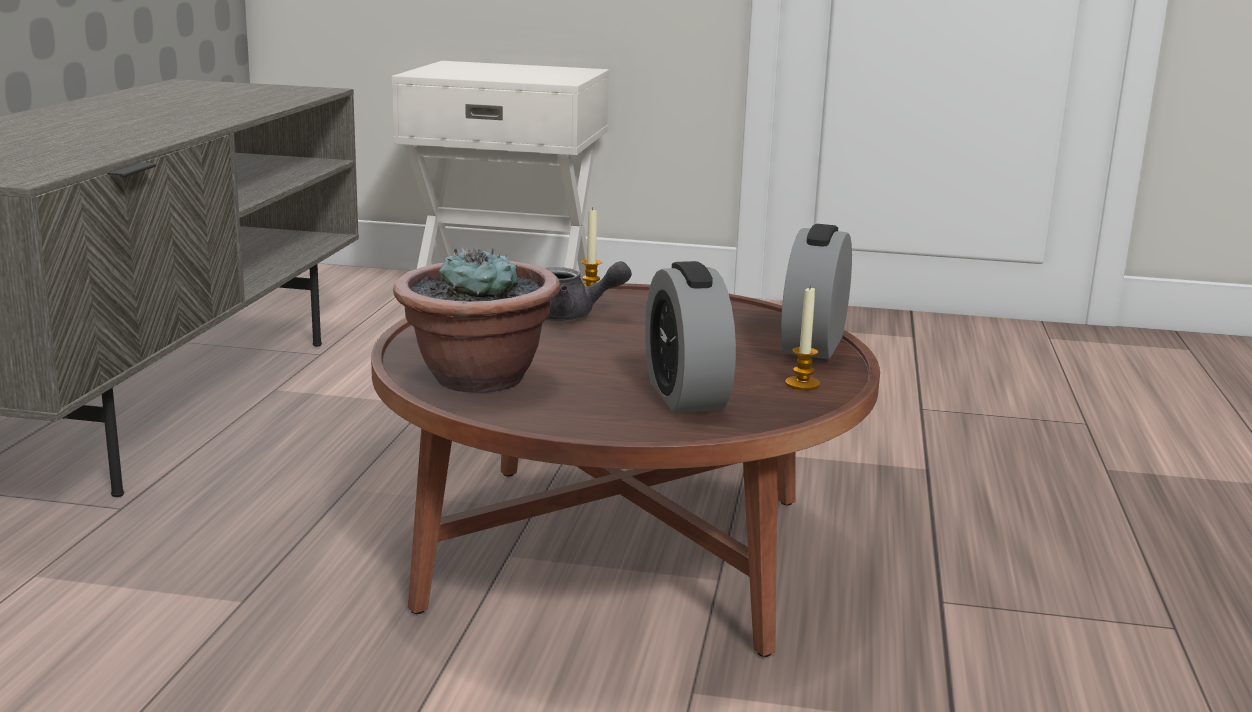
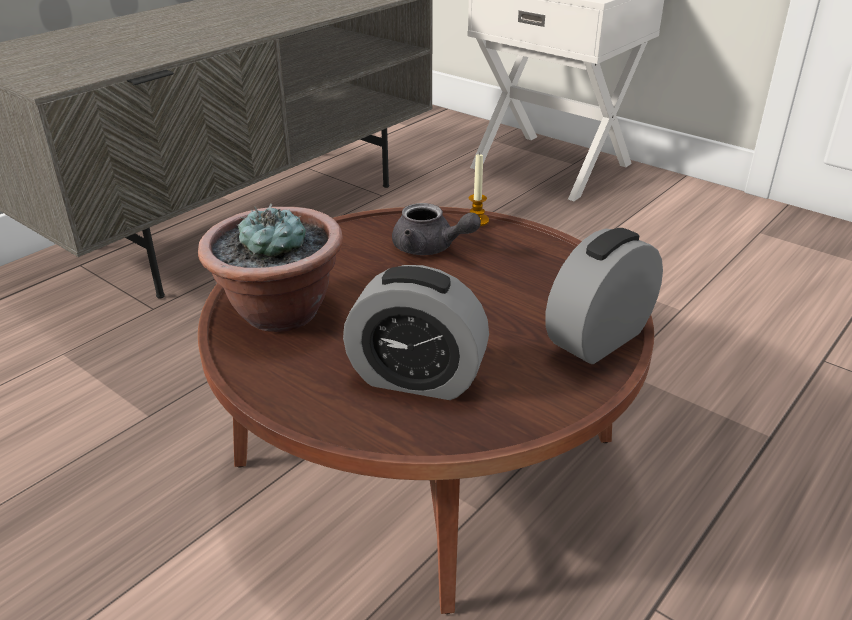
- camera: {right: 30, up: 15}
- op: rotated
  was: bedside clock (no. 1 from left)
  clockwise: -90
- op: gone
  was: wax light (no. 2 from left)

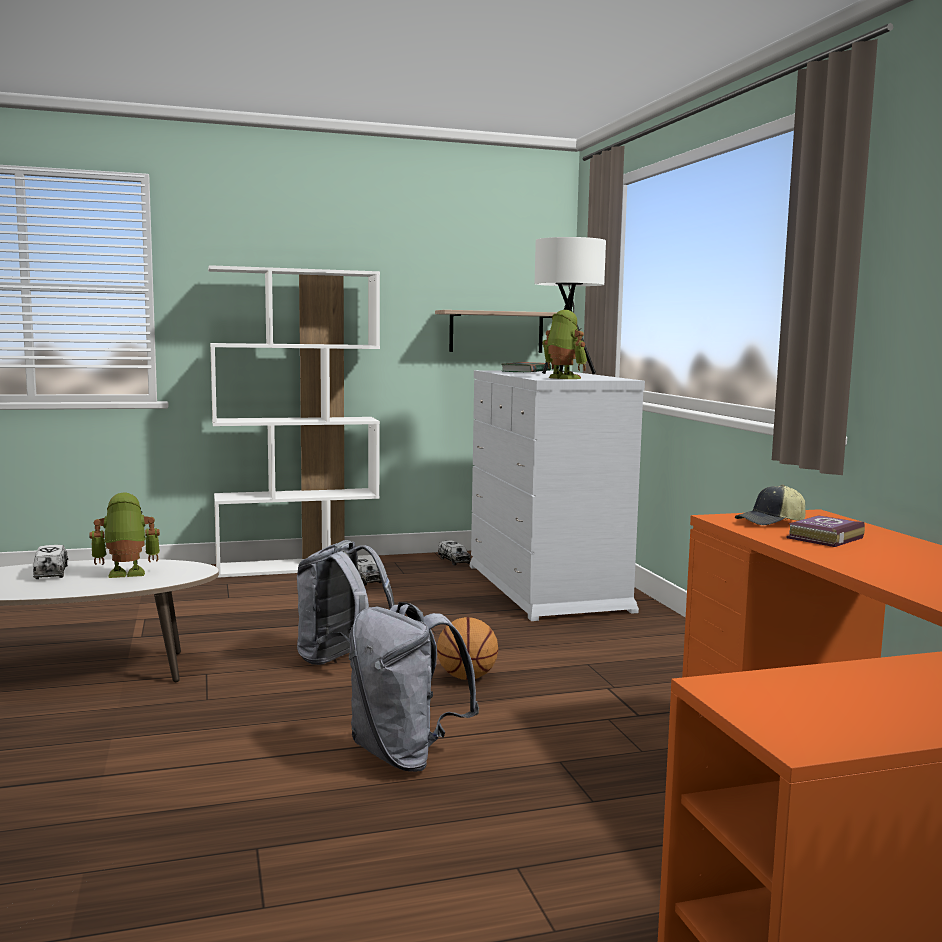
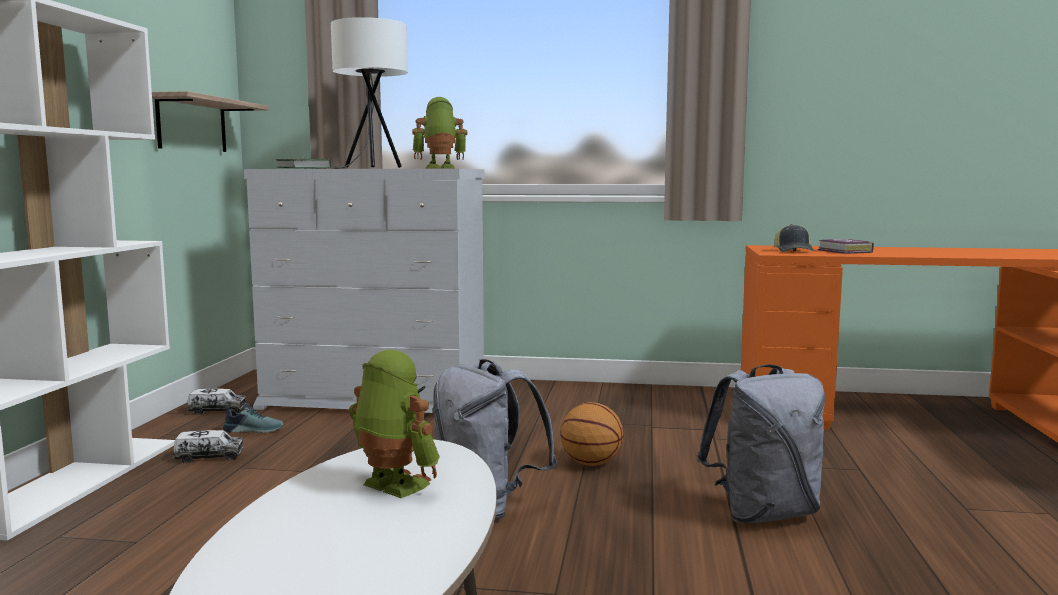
- camera: {right: -65, up: 0}
- op: gone
  was: toy truck (no. 1 from left)
- op: rotated
  was: robot figure (no. 1 from left)
  clockwise: 120
- op: new
  now: low shoe

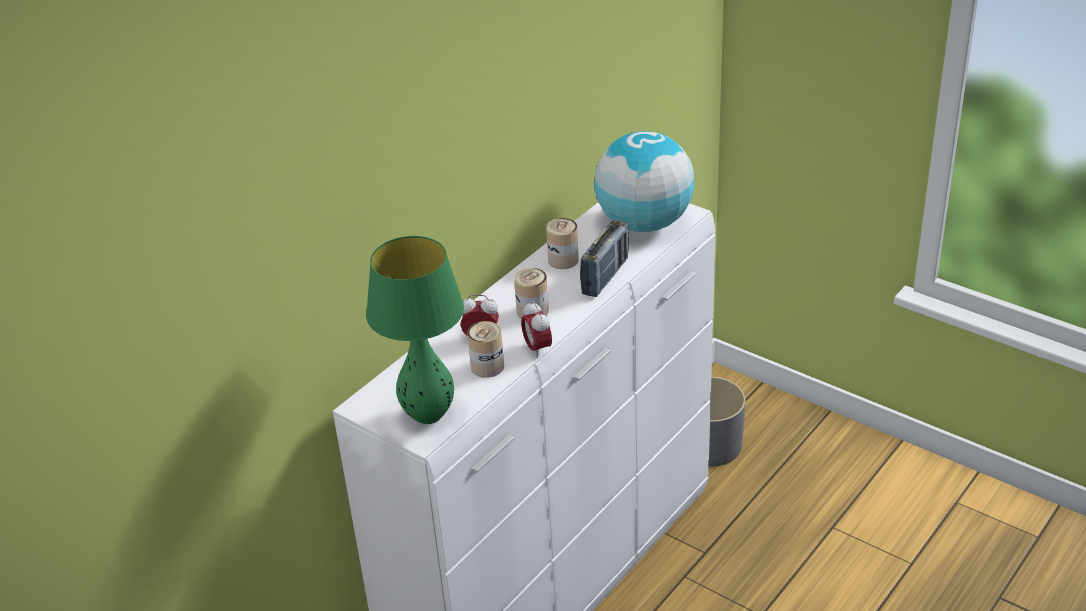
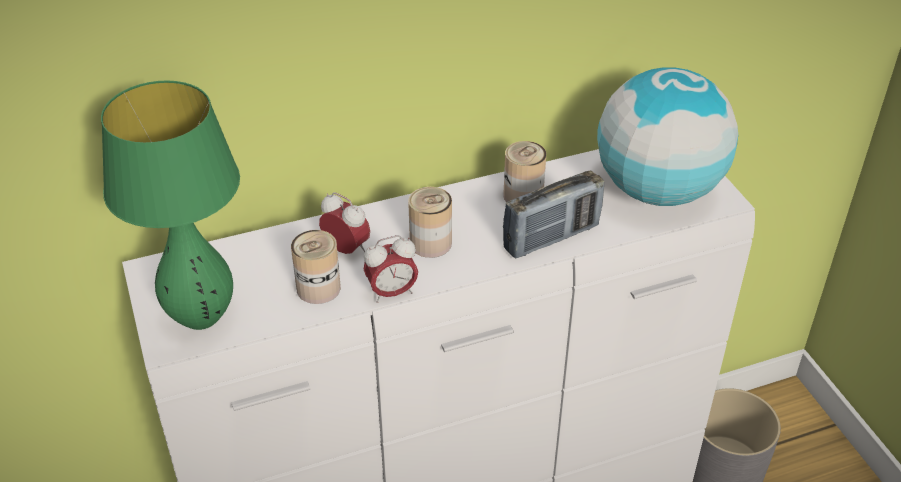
- camera: {right: 30, up: 5}
- op: rotated
  was: bedside clock (no. 2 from left)
  clockwise: -120

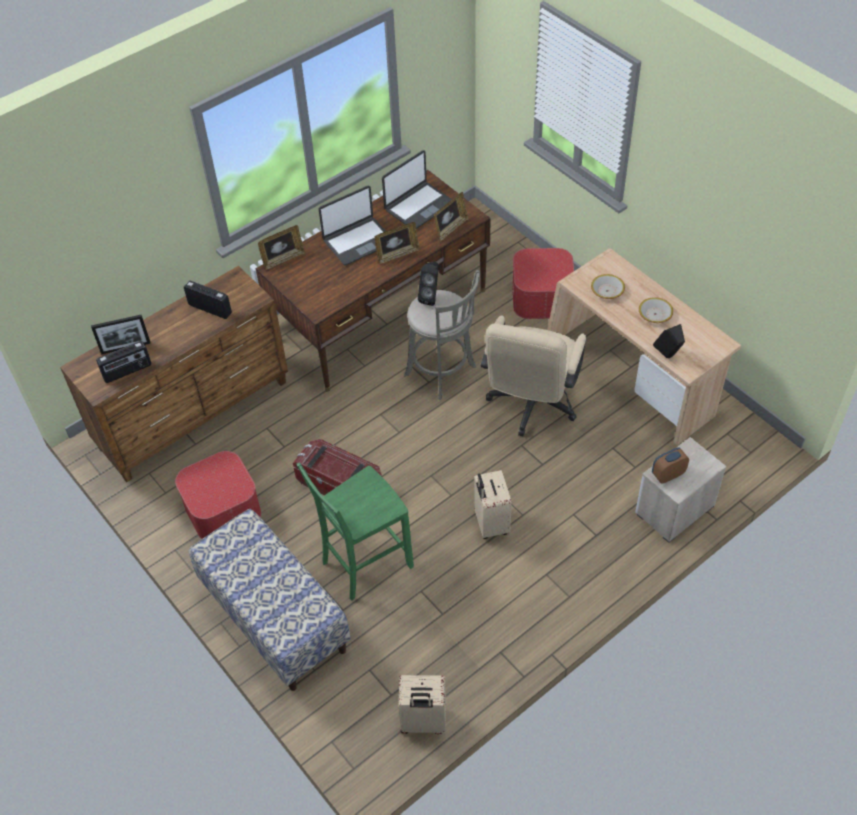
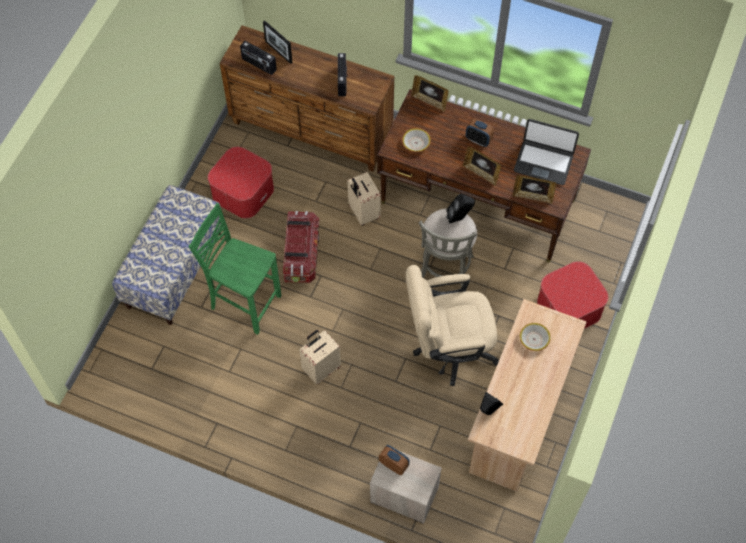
- camera: {right: 60, up: 10}
- op: swapped
  was: notebook computer (no. 1 from left)
  now: bedside clock (no. 2 from left)
- op: shifted
  was: piece of luggage in sand-coloured (no. 1 from left in the first image)
  now: piece of luggage in sand-coloured (no. 2 from left)
- op: shifted
  was: bowl (no. 2 from left in the first image)
  now: bowl (no. 1 from left)

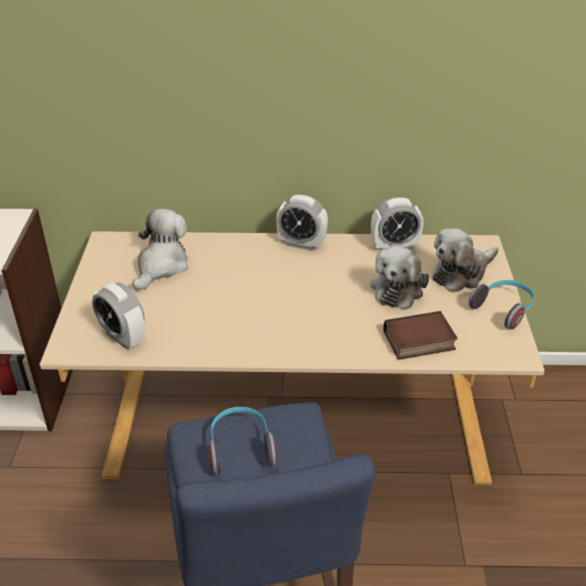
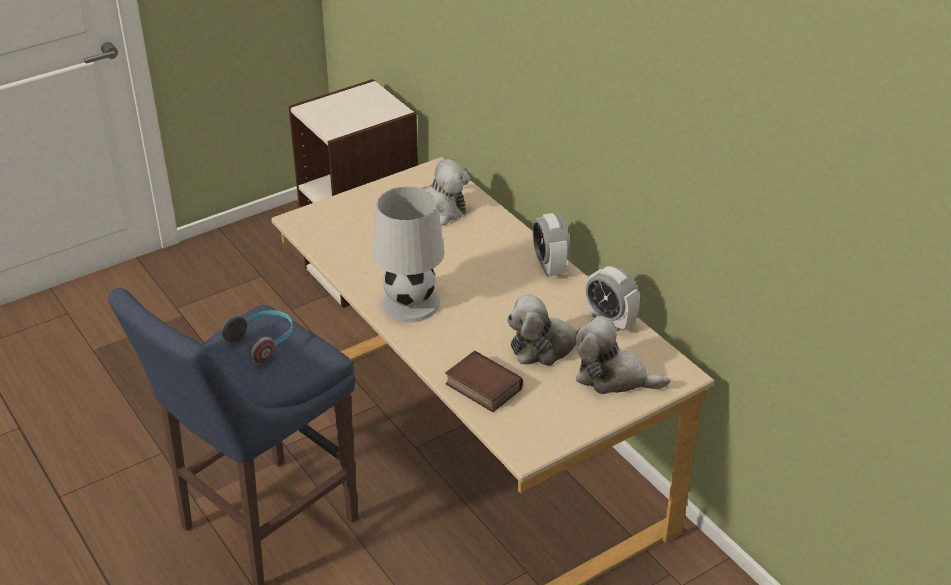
- camera: {right: 55, up: 0}
- op: gone
  was: bedside clock (no. 1 from left)
- op: gone
  was: headset (no. 2 from left)
- op: new
  now: tabletop lamp in white

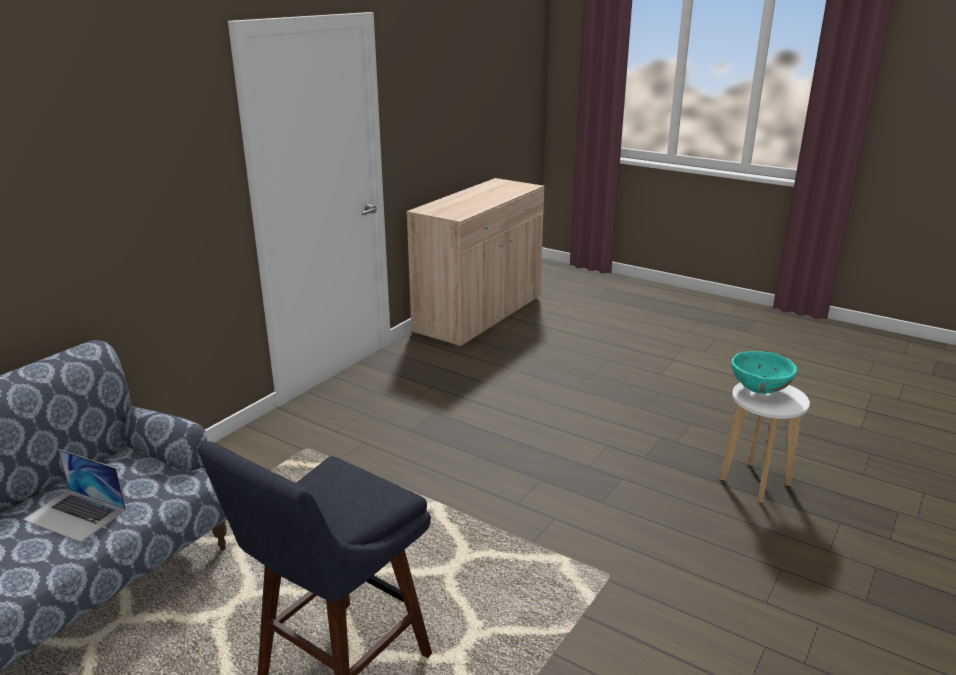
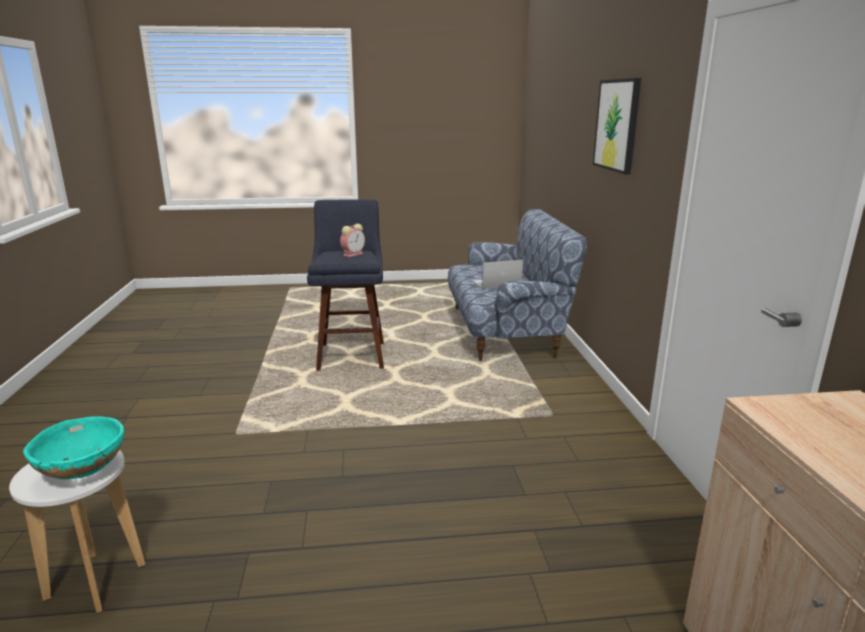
- camera: {right: 140, up: -5}
- op: new
  now: bedside clock
- op: new
  now: wall art

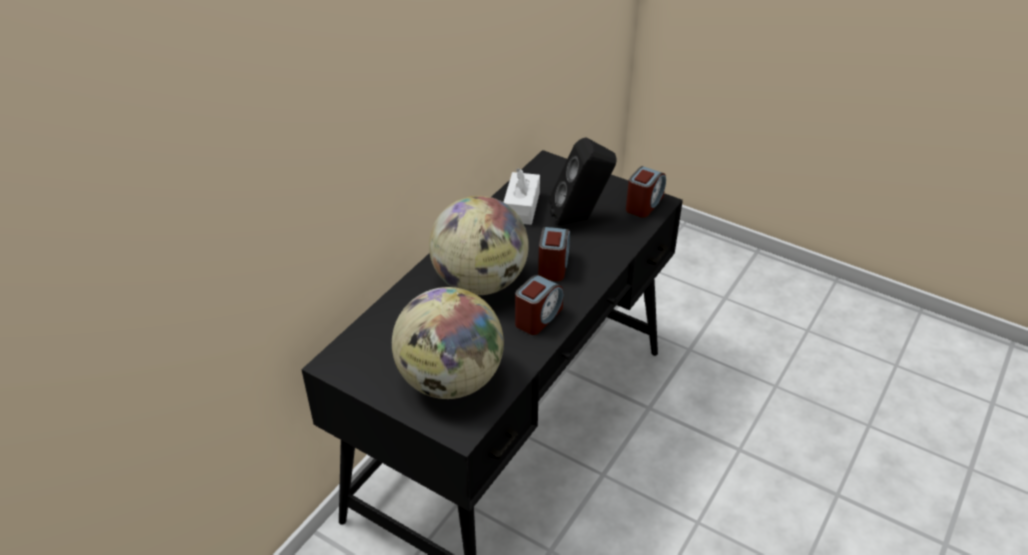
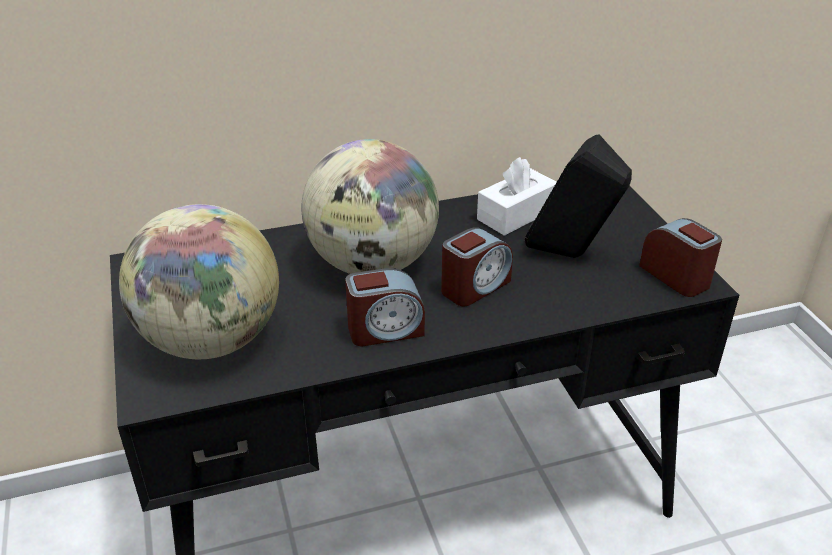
- camera: {right: 40, up: -5}
- op: rotated
  was: bedside clock (no. 3 from left)
  clockwise: -105

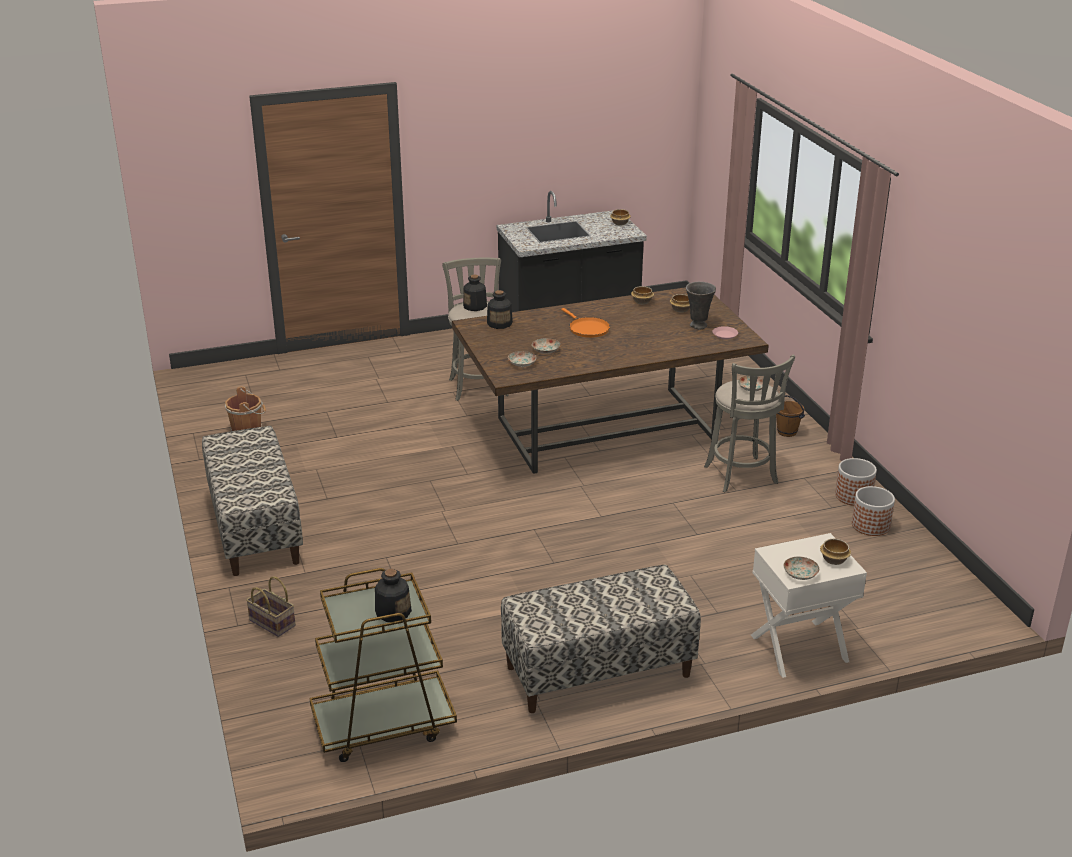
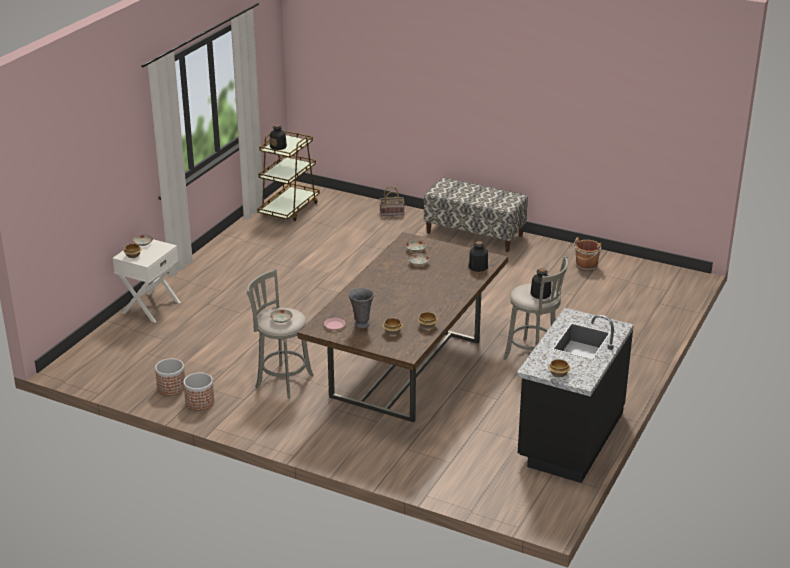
- camera: {right: 135, up: 0}
- op: gone
  was: long seat (no. 2 from left)
- op: gone
  was: skillet in orange
- op: gone
  was: pail in brown-coloured (no. 2 from left)

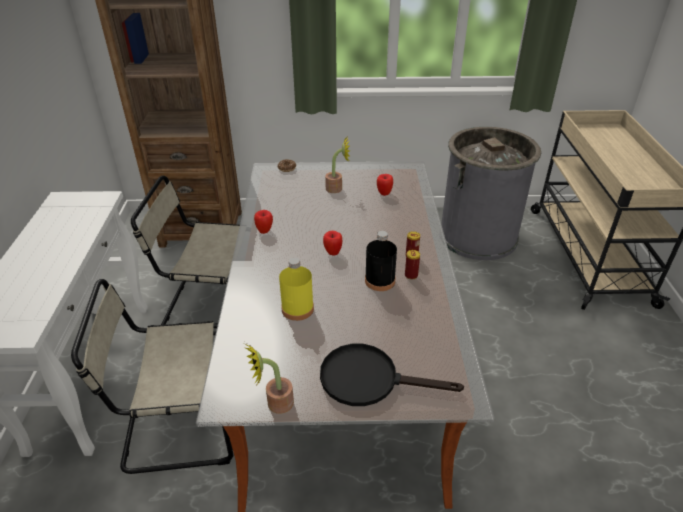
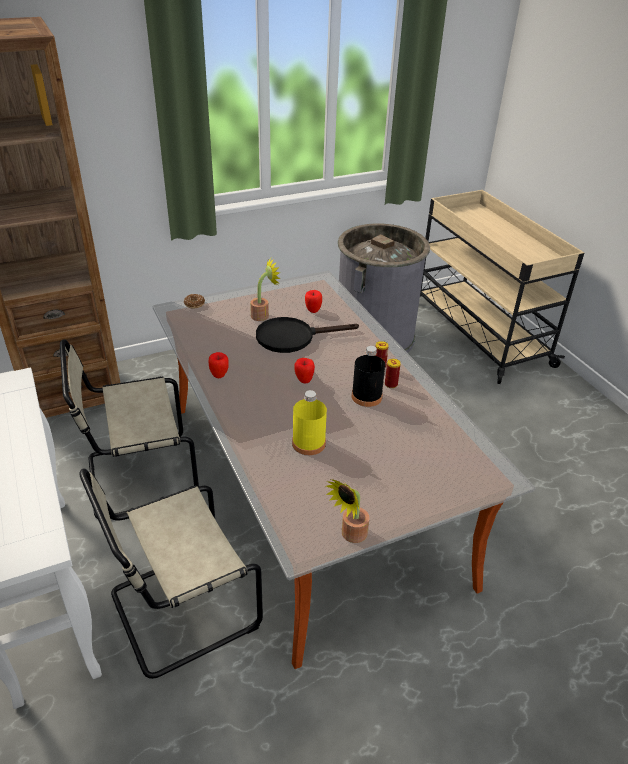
- camera: {right: -25, up: 0}
- op: shifted
  was: skillet in black

